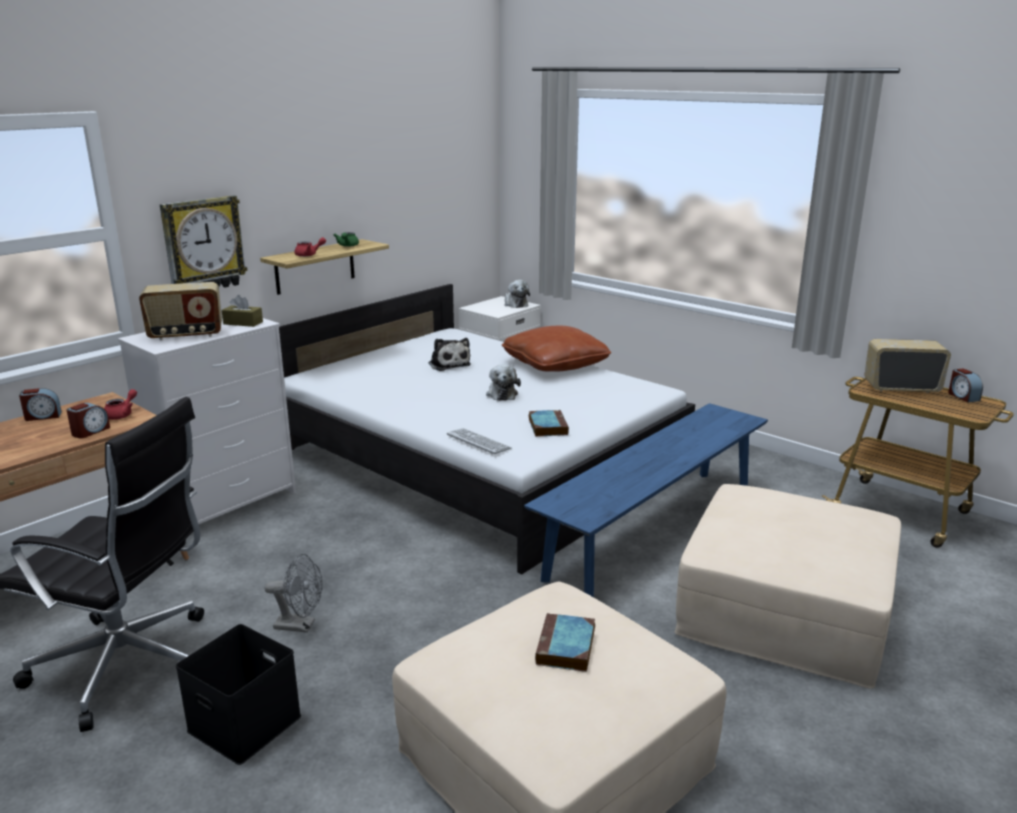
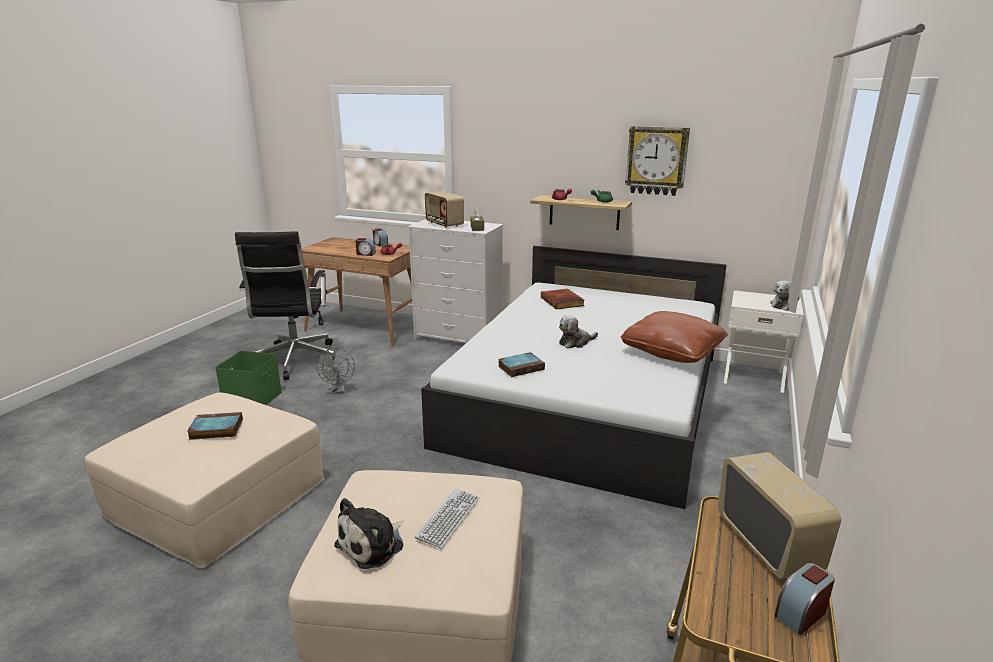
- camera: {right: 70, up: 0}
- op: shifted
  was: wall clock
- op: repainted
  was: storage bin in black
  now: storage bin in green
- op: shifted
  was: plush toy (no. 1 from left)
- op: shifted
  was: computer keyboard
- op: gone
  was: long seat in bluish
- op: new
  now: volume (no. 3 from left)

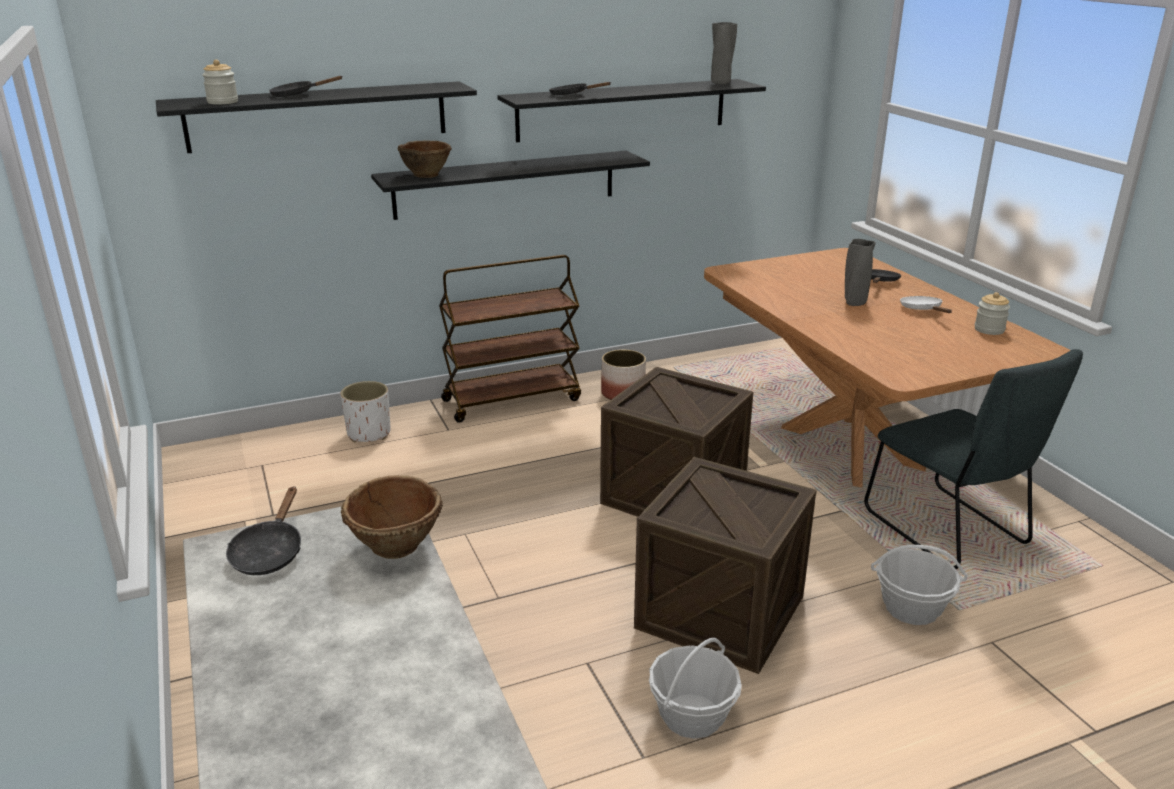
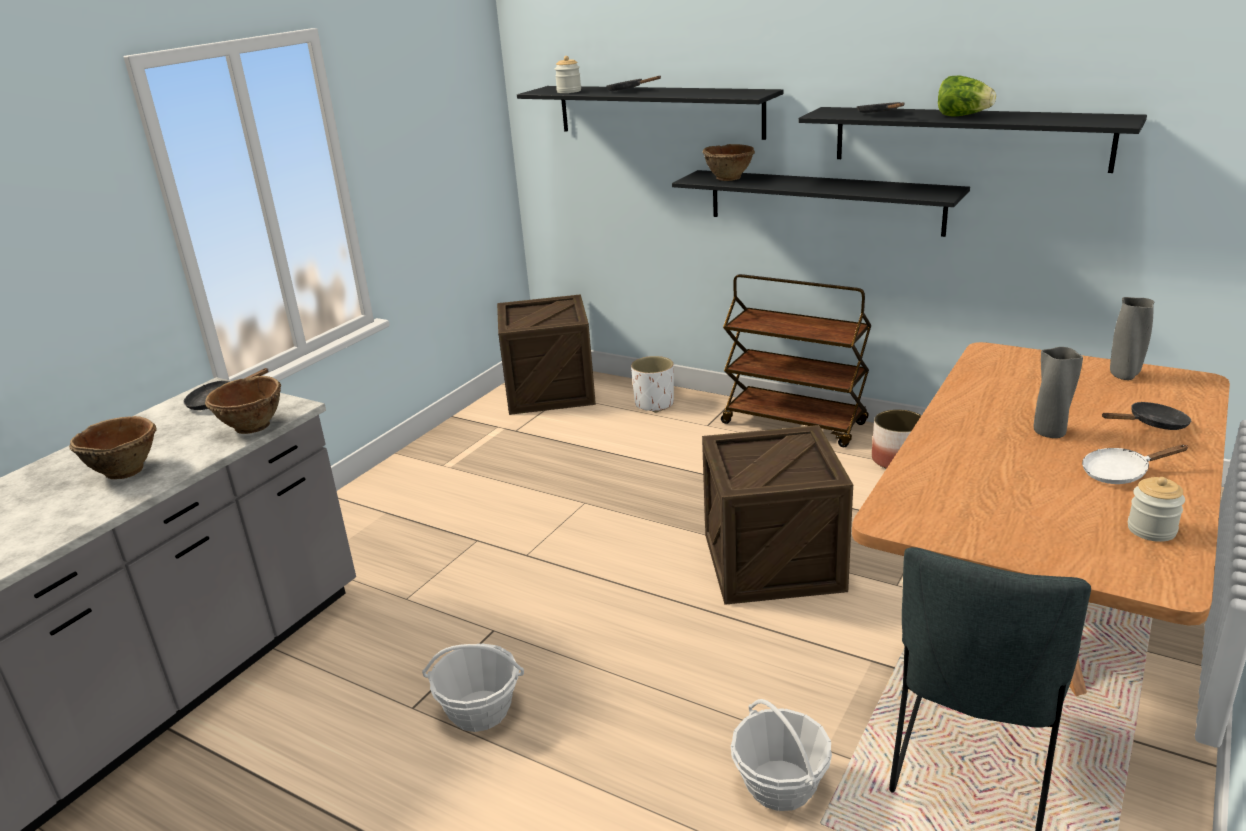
- camera: {right: 55, up: 0}
- op: shifted
  was: shipping crate (no. 2 from left in the first image)
  now: shipping crate (no. 1 from left)
- op: shifted
  was: vase in grey (no. 1 from left in the first image)
  now: vase in grey (no. 2 from left)
- op: rotated
  was: skillet in white
  clockwise: -135
- op: new
  now: bowl in brown-coloured (no. 1 from left)
- op: new
  now: lettuce head

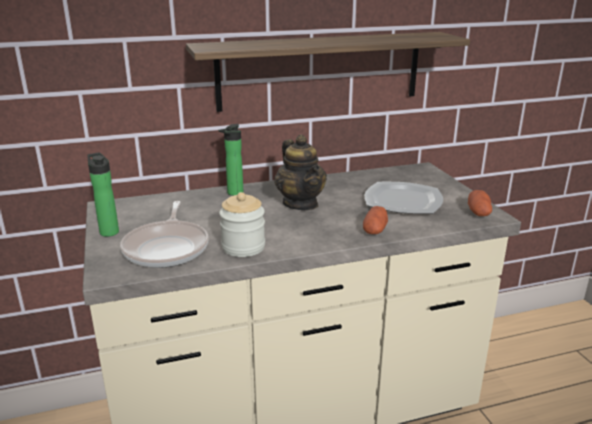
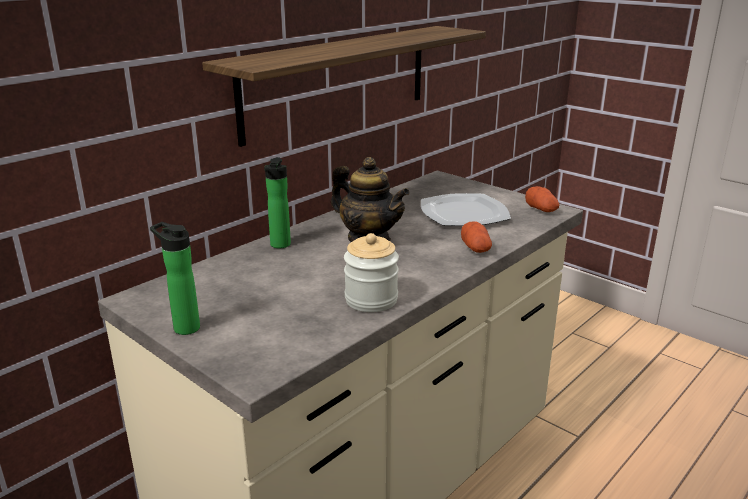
- camera: {right: -30, up: 0}
- op: gone
  was: skillet

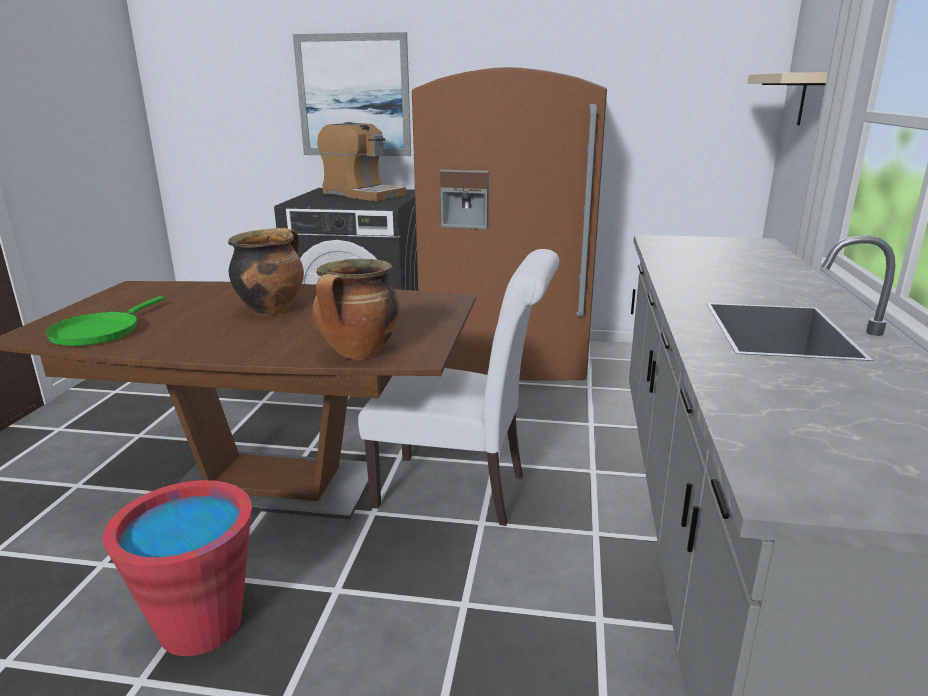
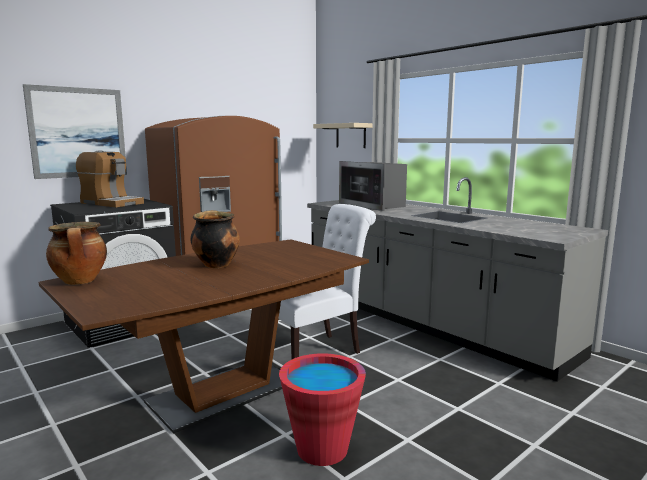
- camera: {right: -50, up: -10}
- op: gone
  was: skillet in green
- op: shifted
  was: saucepot (no. 2 from left in the first image)
  now: saucepot (no. 1 from left)
- op: rotated
  was: coffee machine
  clockwise: 45
- op: new
  now: microwave oven

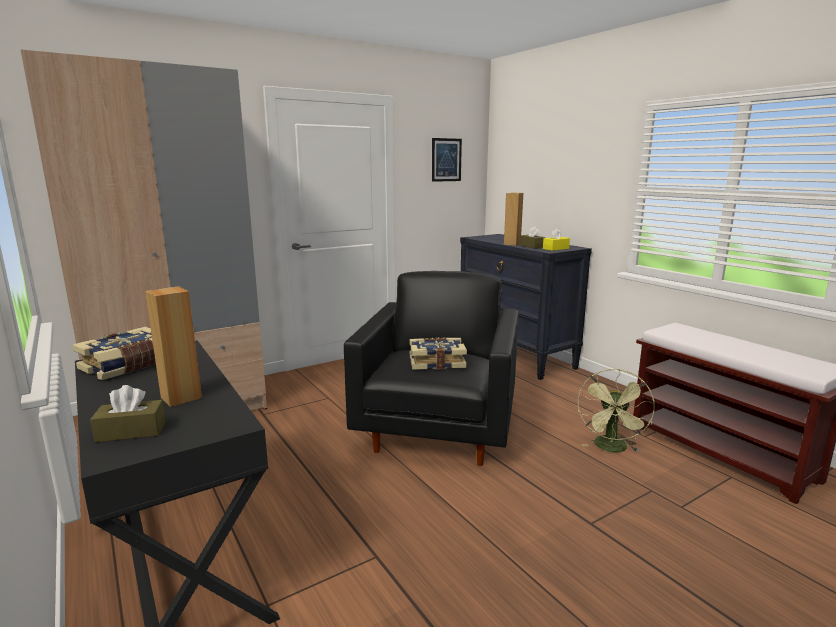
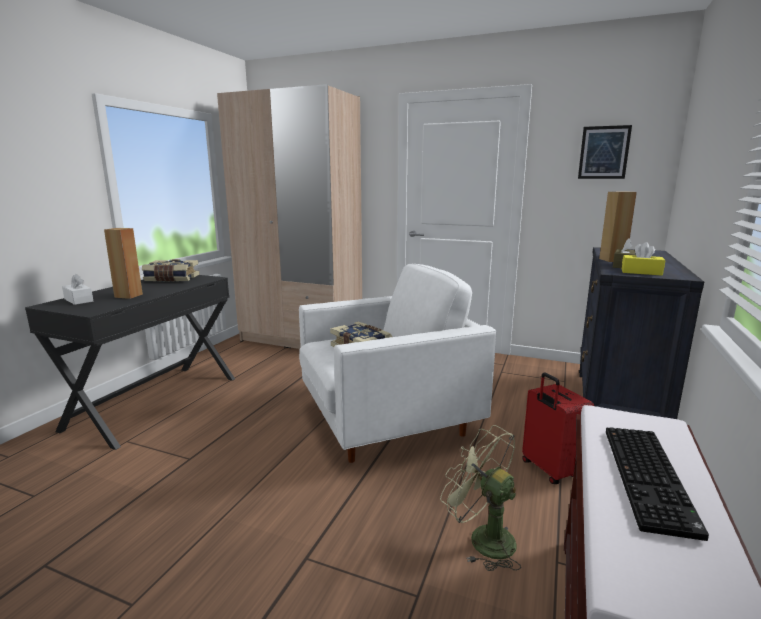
- camera: {right: 55, up: 0}
- op: repainted
  was: tissue box in brown-coloured (no. 1 from left)
  now: tissue box in white
- op: repainted
  was: easy chair in black
  now: easy chair in white
- op: rotated
  was: electric fan in green
  clockwise: 60
- op: new
  now: piece of luggage in red
- op: new
  now: computer keyboard

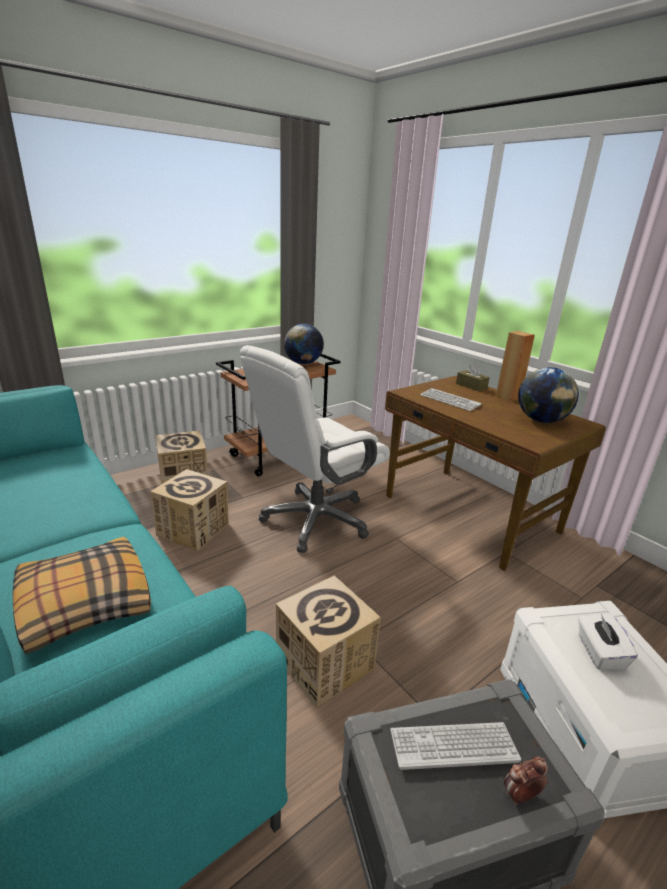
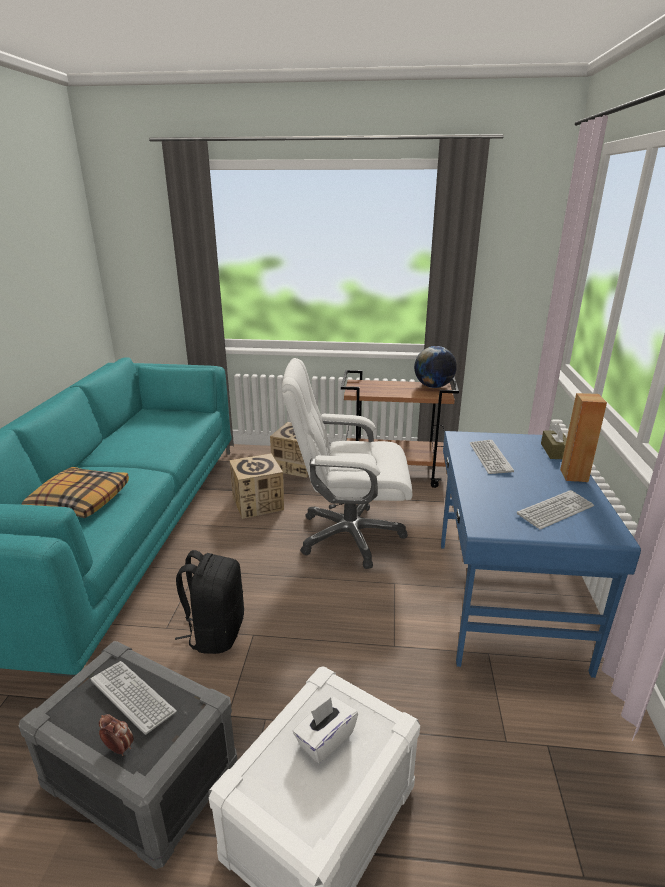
- camera: {right: 45, up: 0}
- op: swapped
  was: packing box (no. 3 from left)
  now: rucksack in black
- op: repainted
  was: desk table in brown-coloured
  now: desk table in bluish
- op: swapped
  was: desk globe (no. 2 from left)
  now: computer keyboard (no. 3 from left)

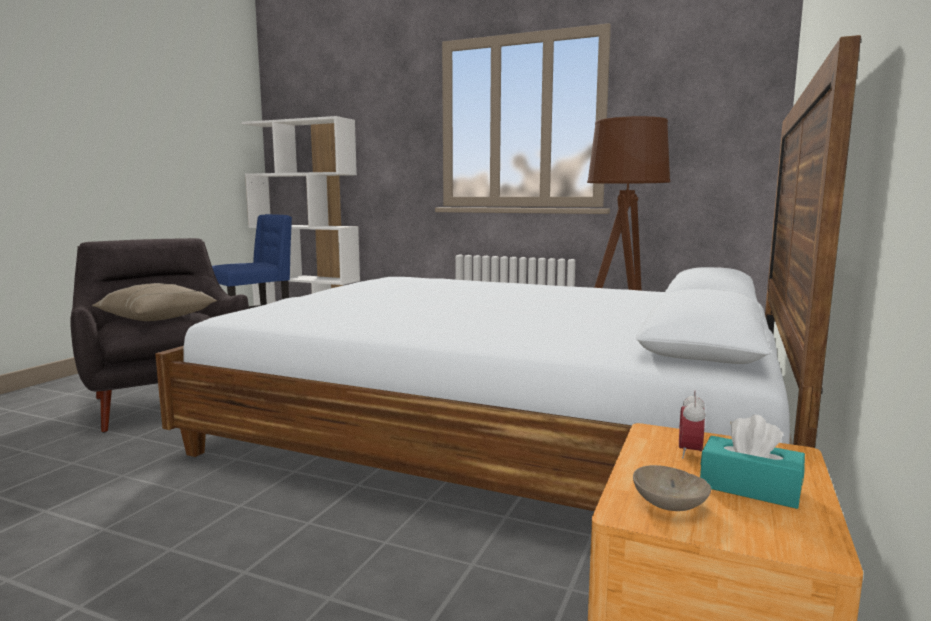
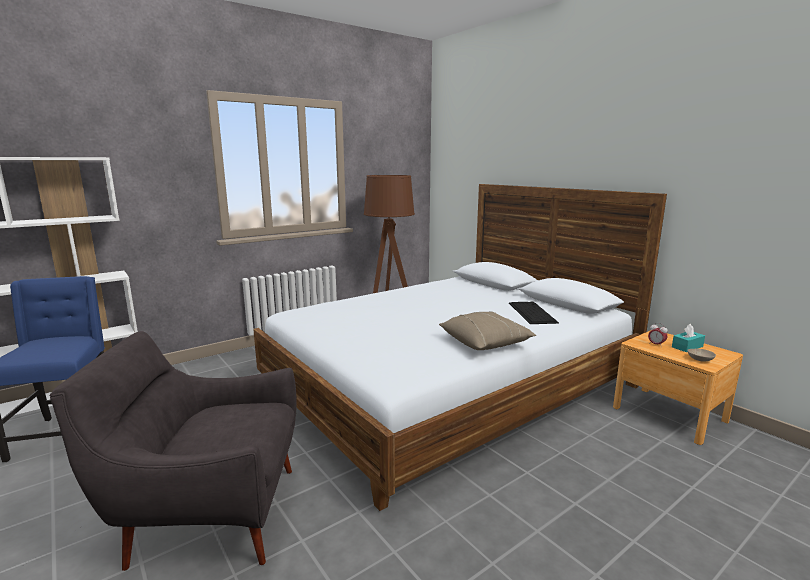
- camera: {right: -60, up: 5}
- op: shifted
  was: cushion in sand-coloured
- op: new
  now: computer keyboard

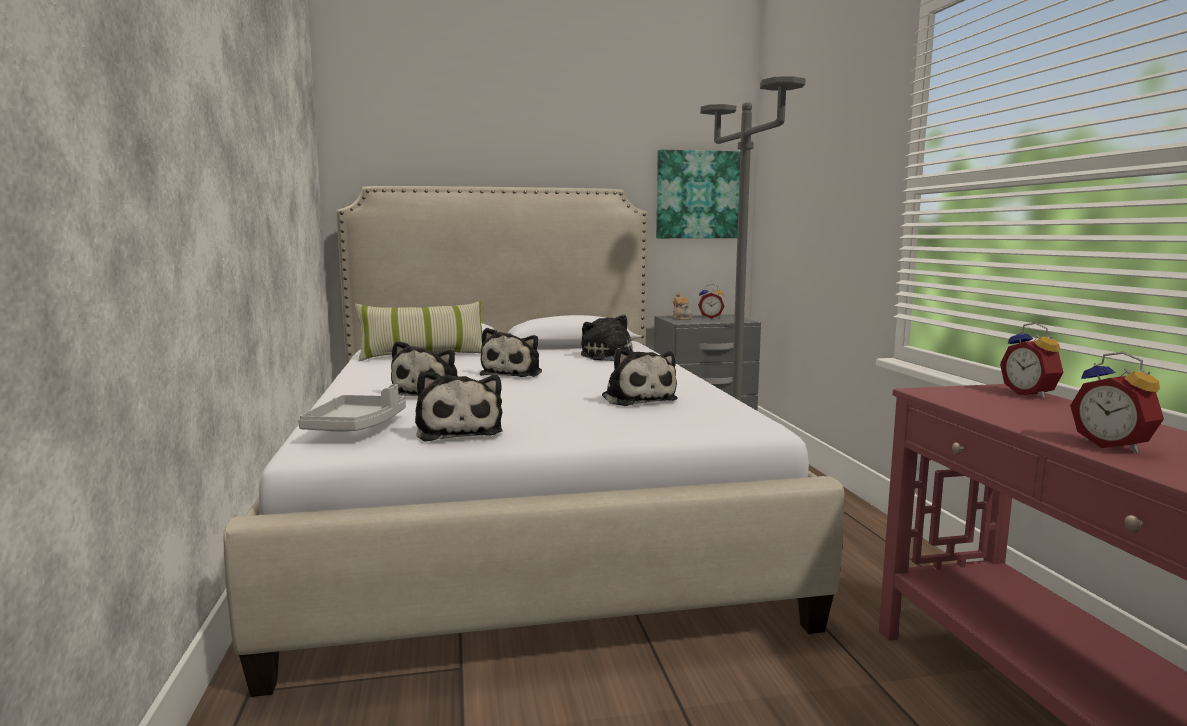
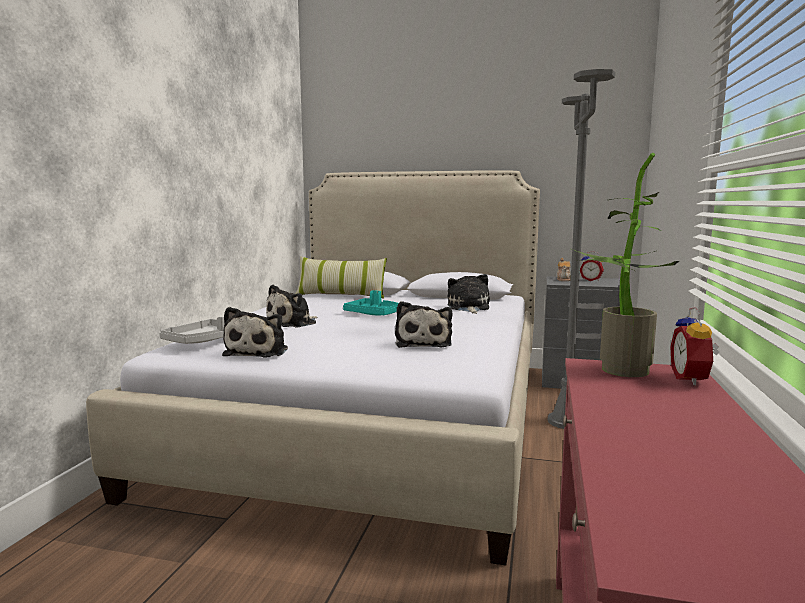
- camera: {right: 25, up: 0}
- op: swapped
  was: plush toy (no. 3 from left)
  now: serving tray in turquoise-coloured
- op: gone
  was: wall art
- op: gone
  was: bedside clock (no. 3 from left)
- op: new
  now: potted plant

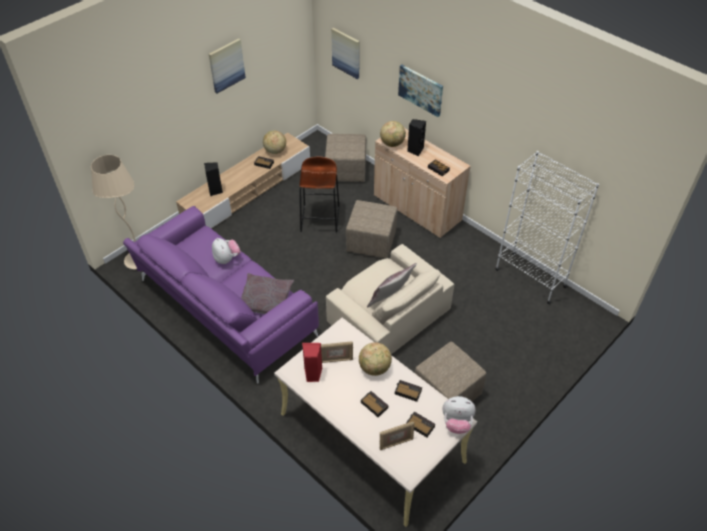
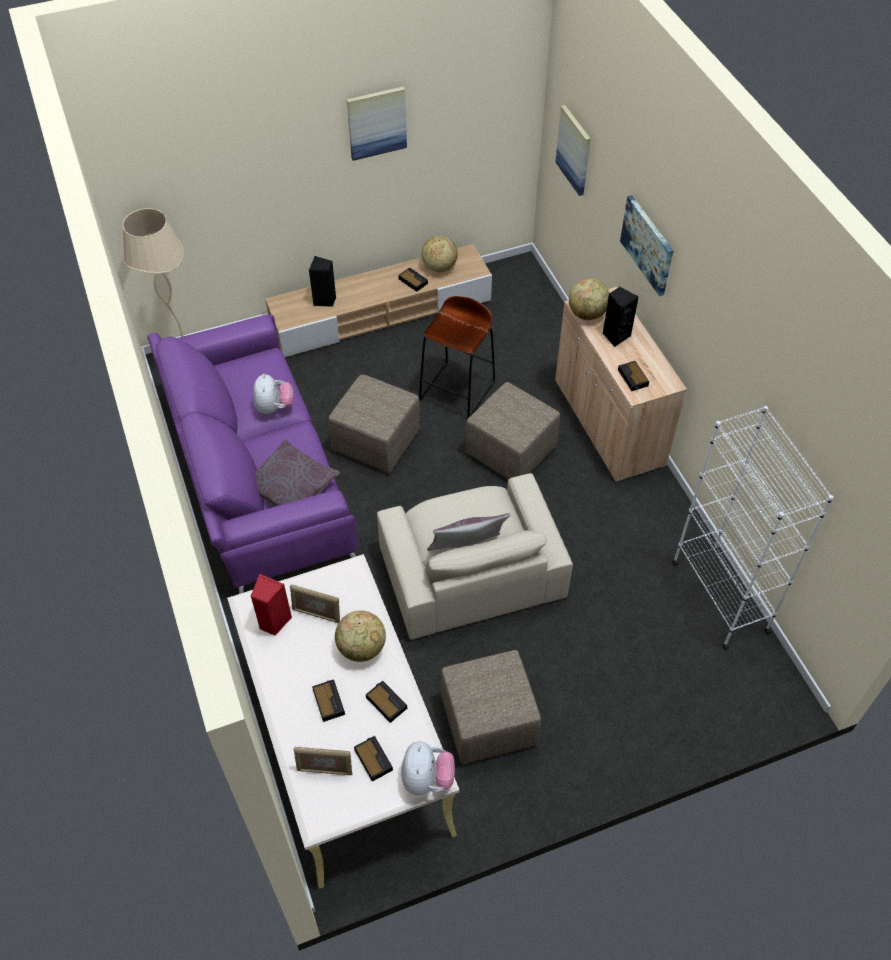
- camera: {right: 25, up: 5}
- op: shifted
  was: footrest in sand-coloured (no. 1 from left)
- op: rotated
  was: plush toy (no. 2 from left)
  clockwise: -120

